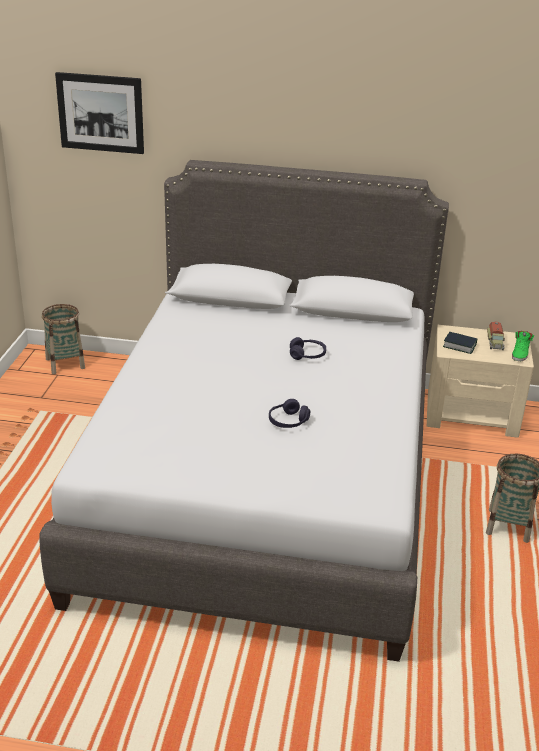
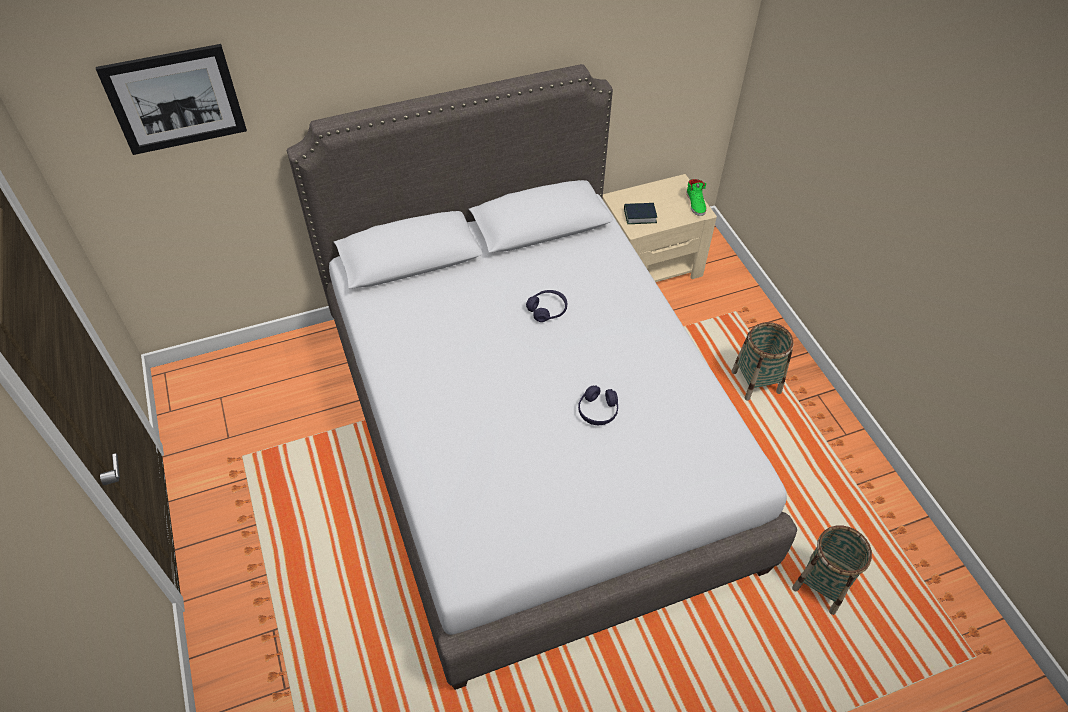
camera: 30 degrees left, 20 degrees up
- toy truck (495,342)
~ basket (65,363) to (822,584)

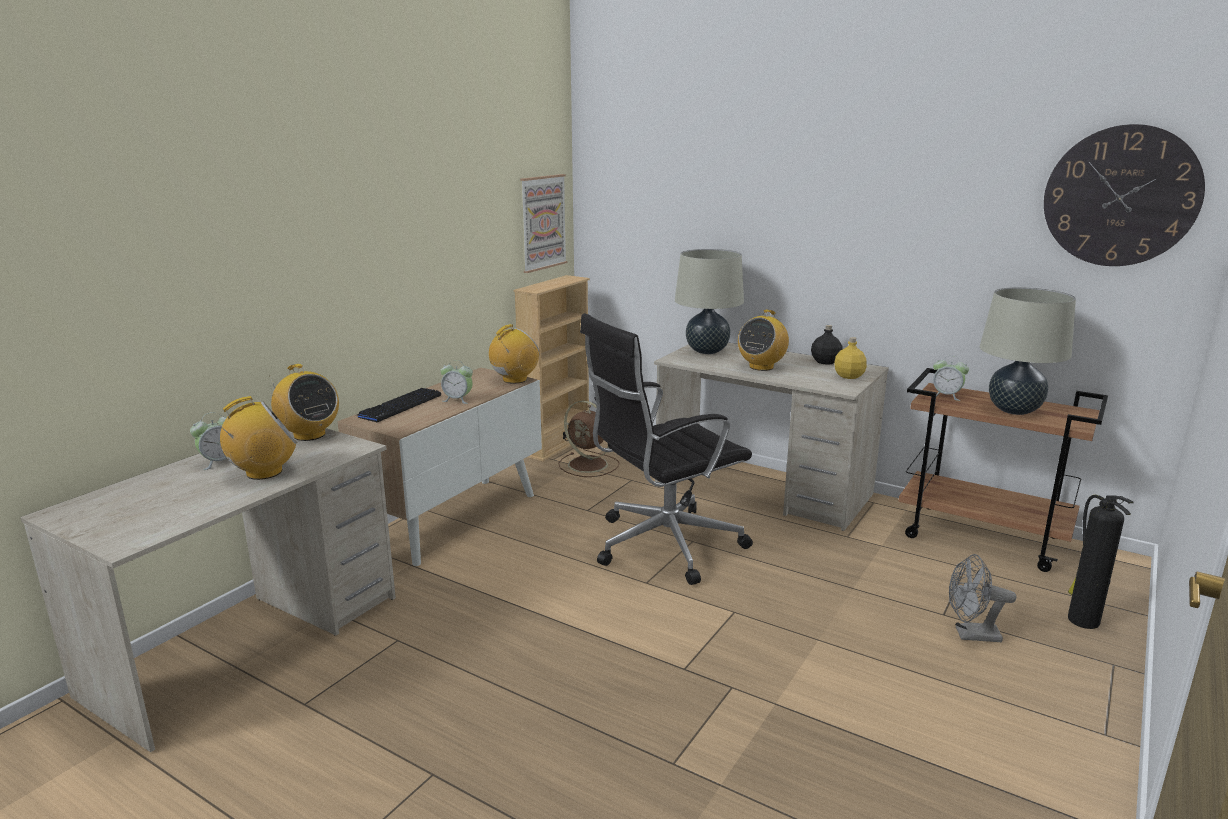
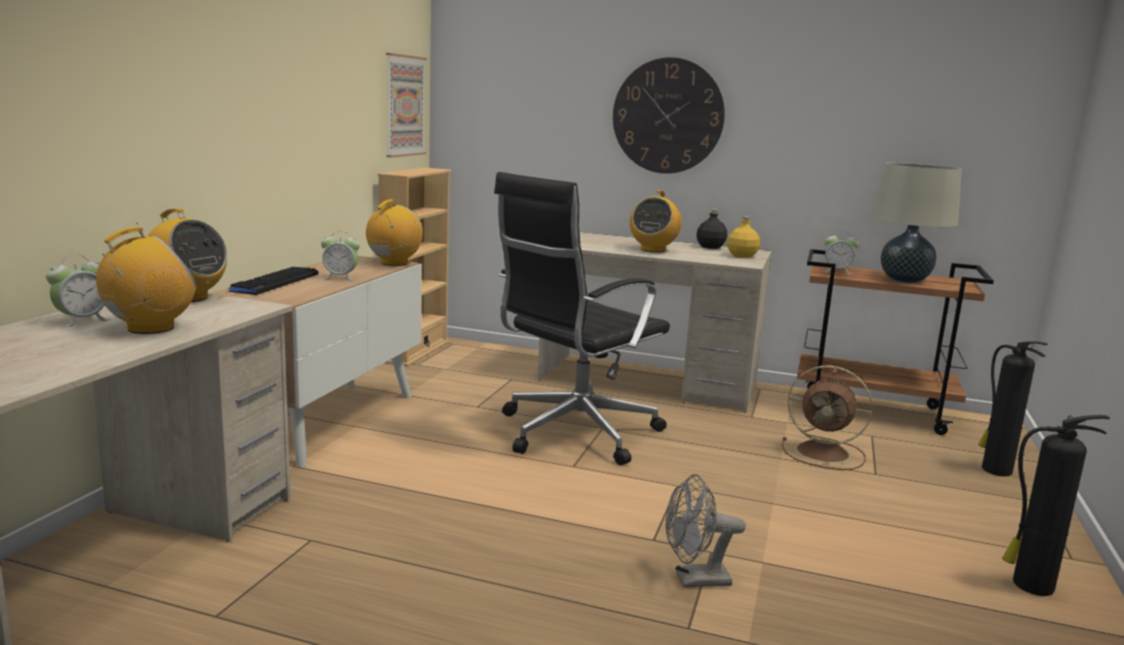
camera: 15 degrees left, 5 degrees down
- table lamp in beige (707,351)
+ fire extinguisher (1030,585)
~ fan in brown (589,465) to (825,453)
~ fan in grey (970,635) to (694,580)
~ wall clock (1120,196) to (668,116)

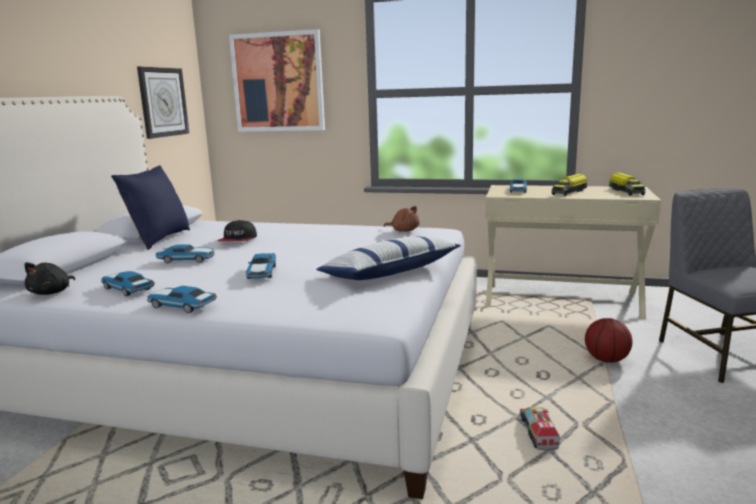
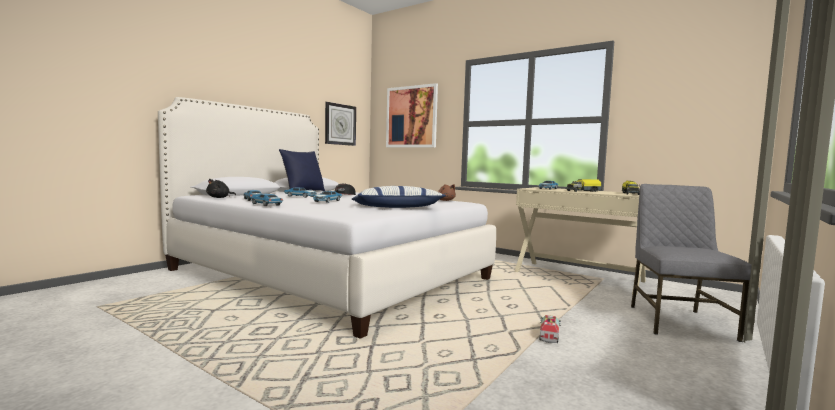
camera: 20 degrees right, 10 degrees down
- basketball (606,360)
~ toy truck (538,433) to (549,334)

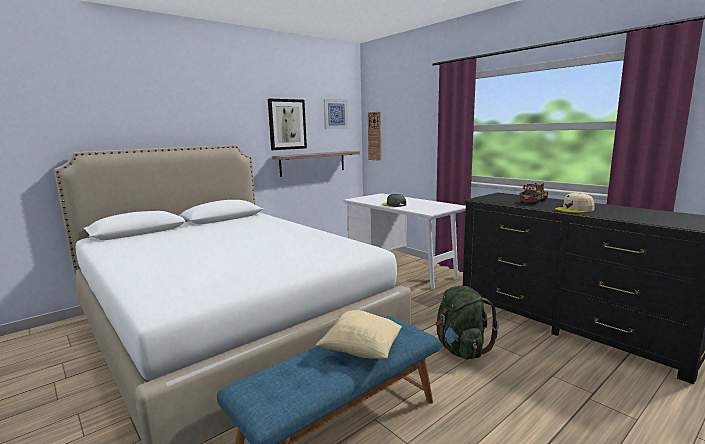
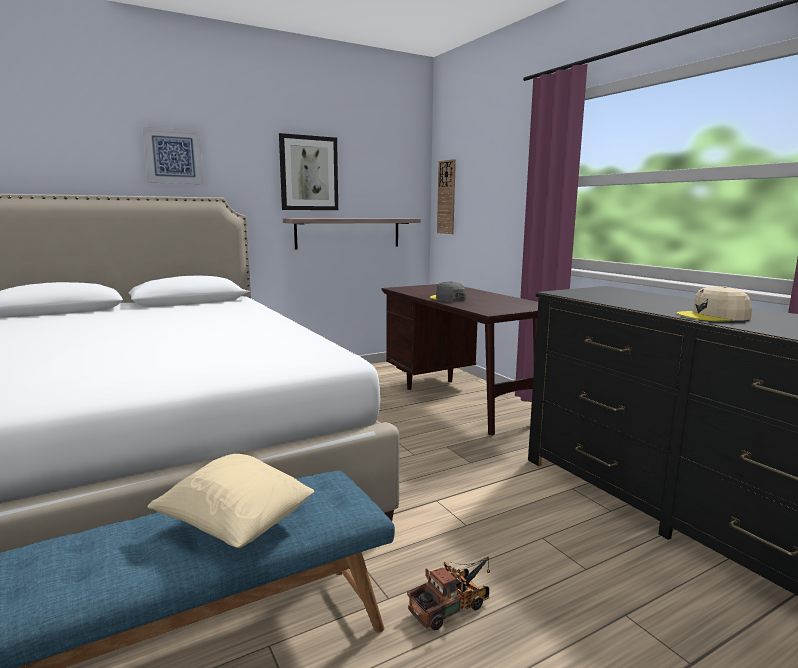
camera: 10 degrees right, 0 degrees up
- backpack in green (461,349)
~ picture (335,114) to (173,156)
~ toy truck (534,201) to (453,606)
~ desk in white (402,269) to desk in brown (461,400)

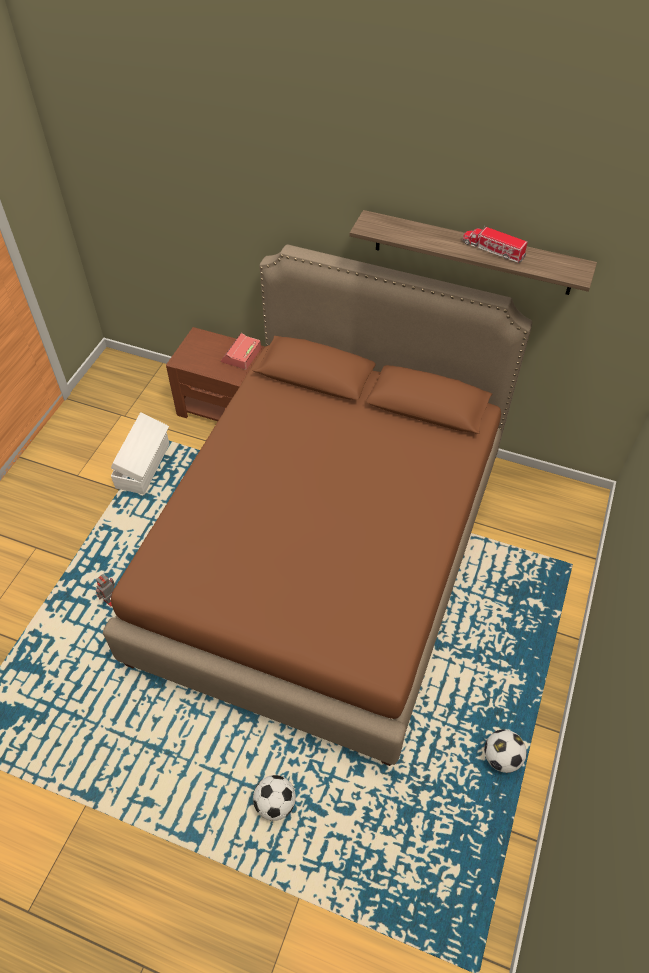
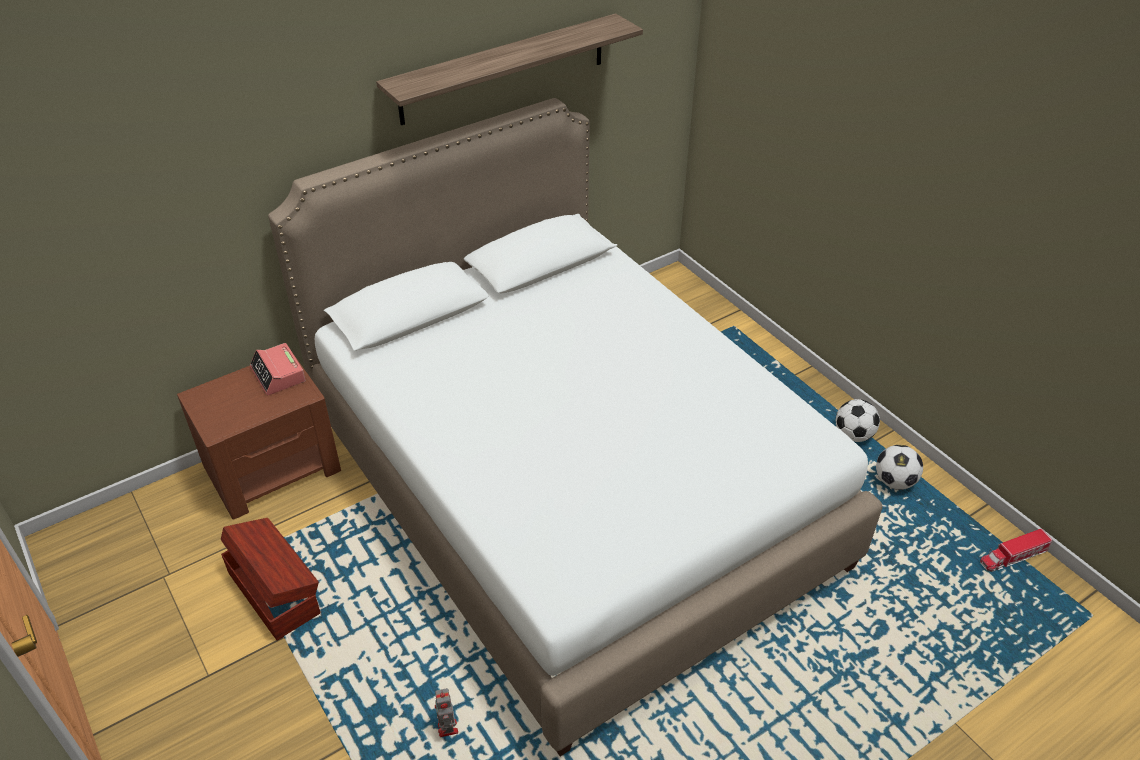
camera: 55 degrees left, 10 degrees down
~ football (275,804) to (853,435)
~ toy truck (493,250) to (1012,557)
~ bed in brown (324,555) to bed in white (569,488)
~ storage box in white (144,466) to storage box in brown (275,591)

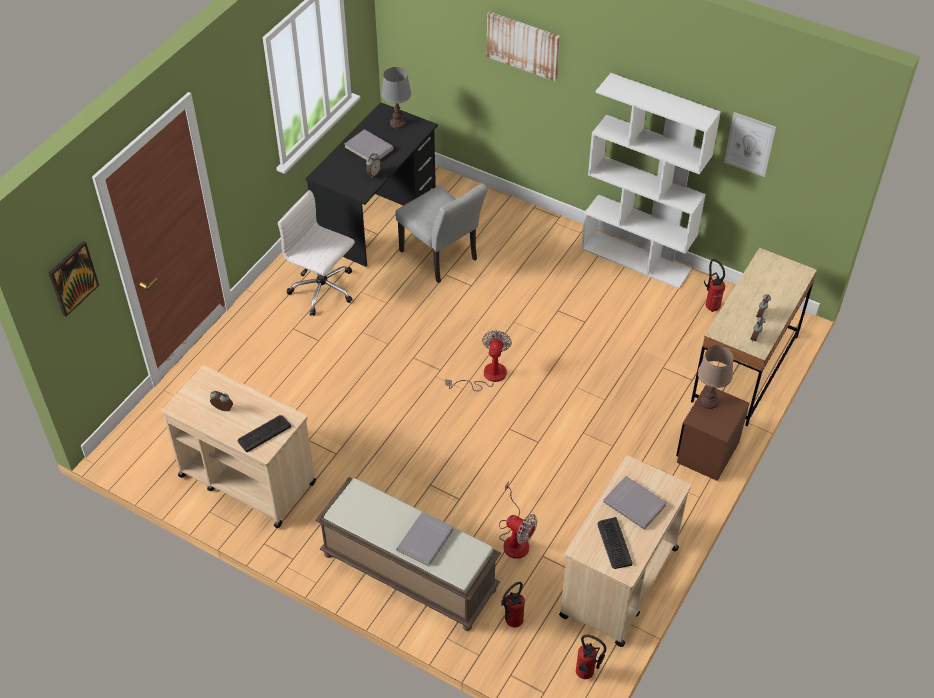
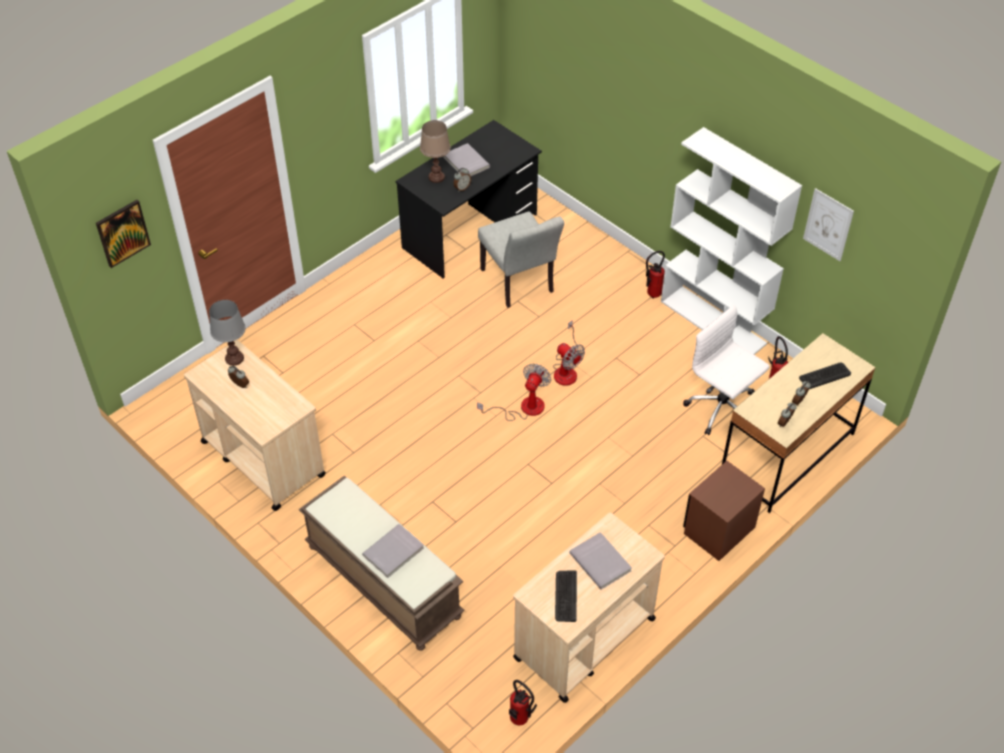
camera: 15 degrees right, 0 degrees up
- picture (523,45)
~ keyboard (264,433) to (824,376)
~ office chair in white (323,290) to (722,409)
~ table lamp in grey (398,123) to (234,358)
~ fan (515,538) to (566,369)
~ fire extinguisher (511,622) to (651,294)
~ table lamp in brown (708,401) to (436,177)

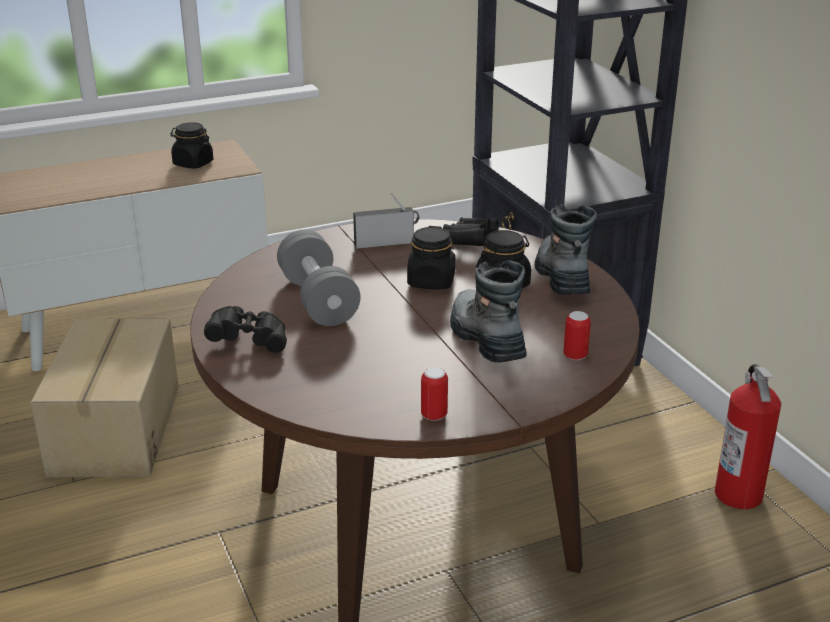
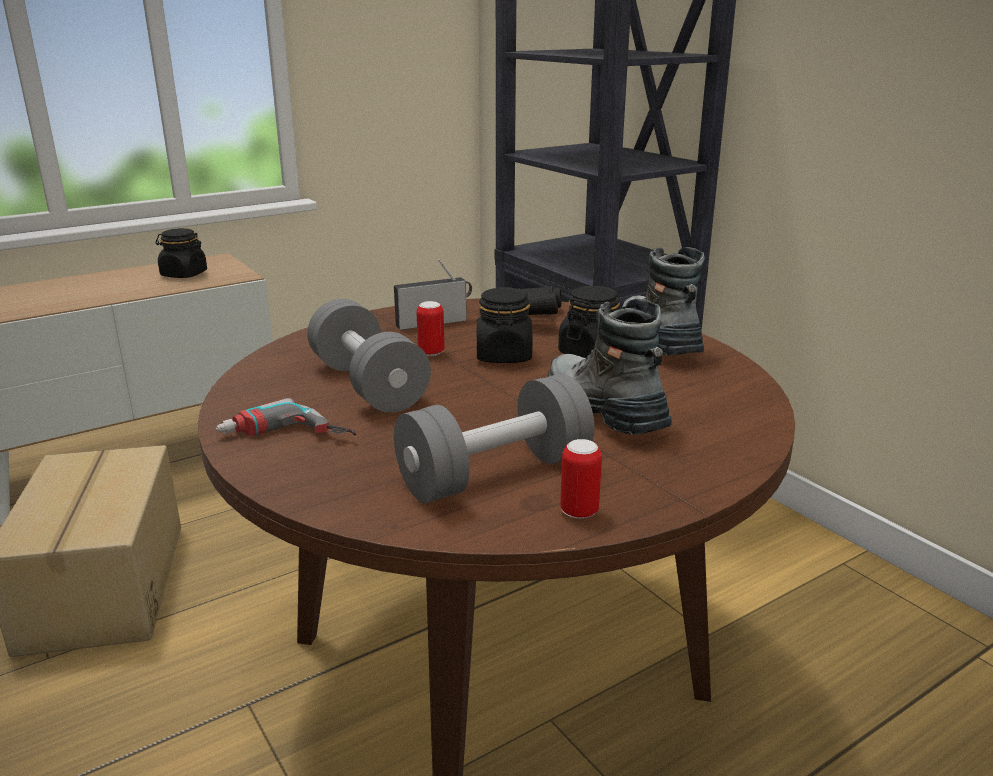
camera: 10 degrees left, 5 degrees down
- fire extinguisher (739,494)
+ dumbbell in grey (495,473)
~ can (575,356) to (431,353)
~ binoculars in black (249,341) to power drill (285,439)

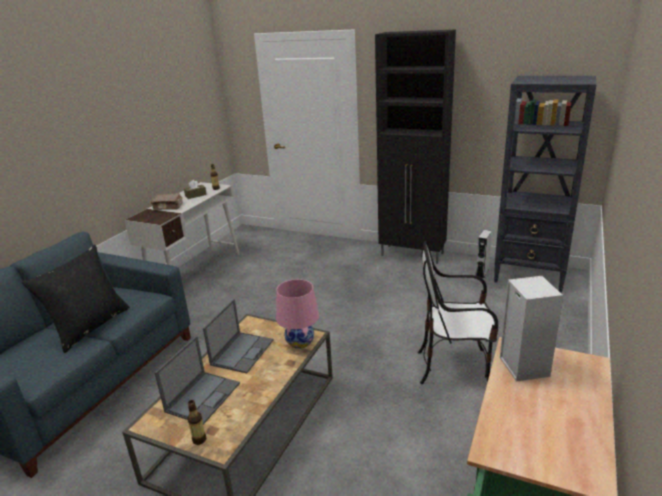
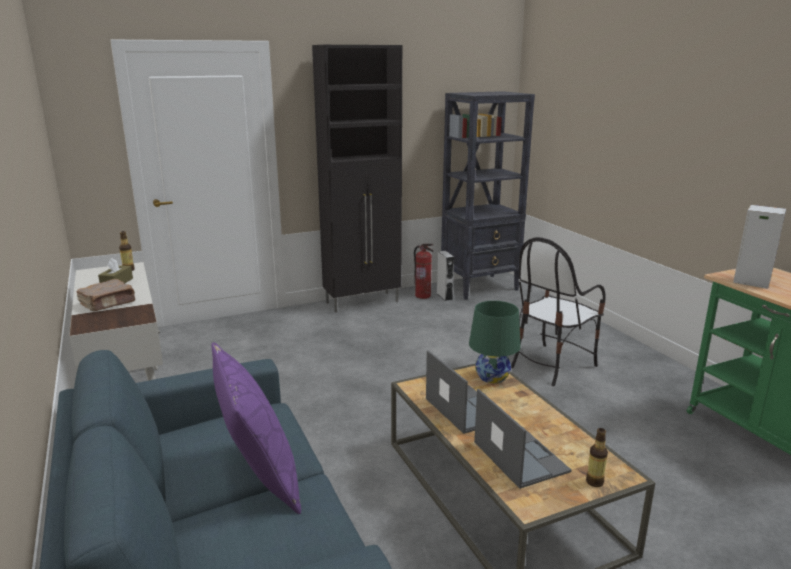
camera: 50 degrees left, 5 degrees down
+ fire extinguisher (423,296)
~ pillow in black (89,326) to pillow in purple (259,476)
~ table lamp in pink (300,342) to table lamp in green (492,377)

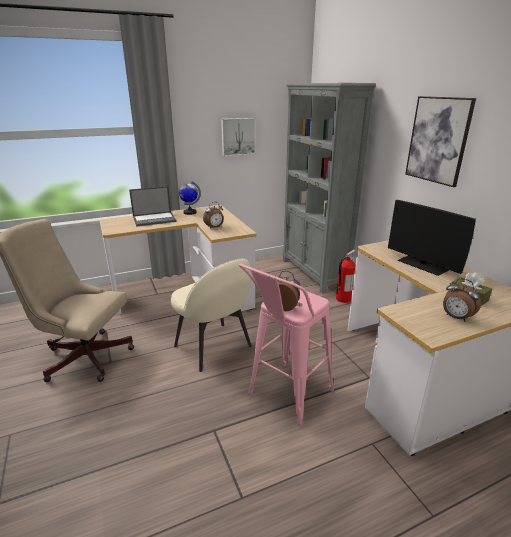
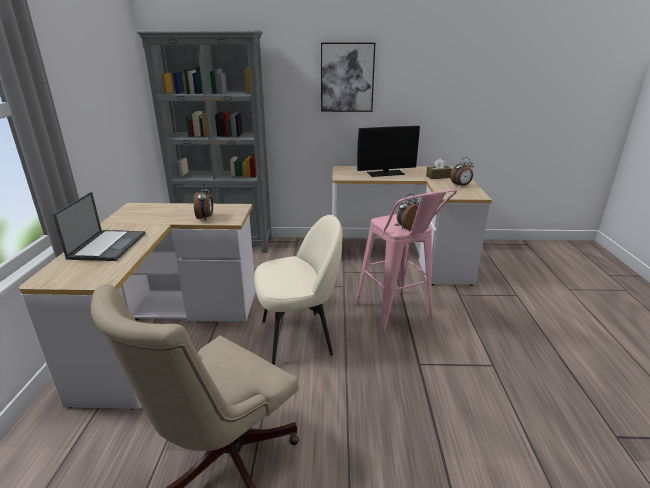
camera: 65 degrees left, 0 degrees up
- globe (189,212)
- picture (238,136)
- fire extinguisher (343,299)

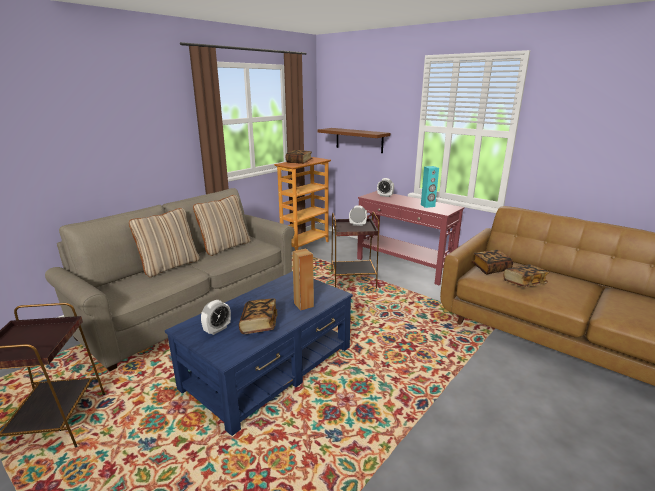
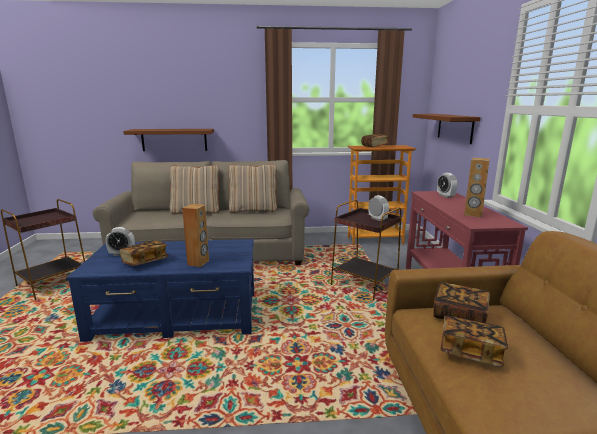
camera: 45 degrees right, 5 degrees down
+ shelf in brown (174,140)
~ speaker in turquoise (428,206) to speaker in brown (473,214)

